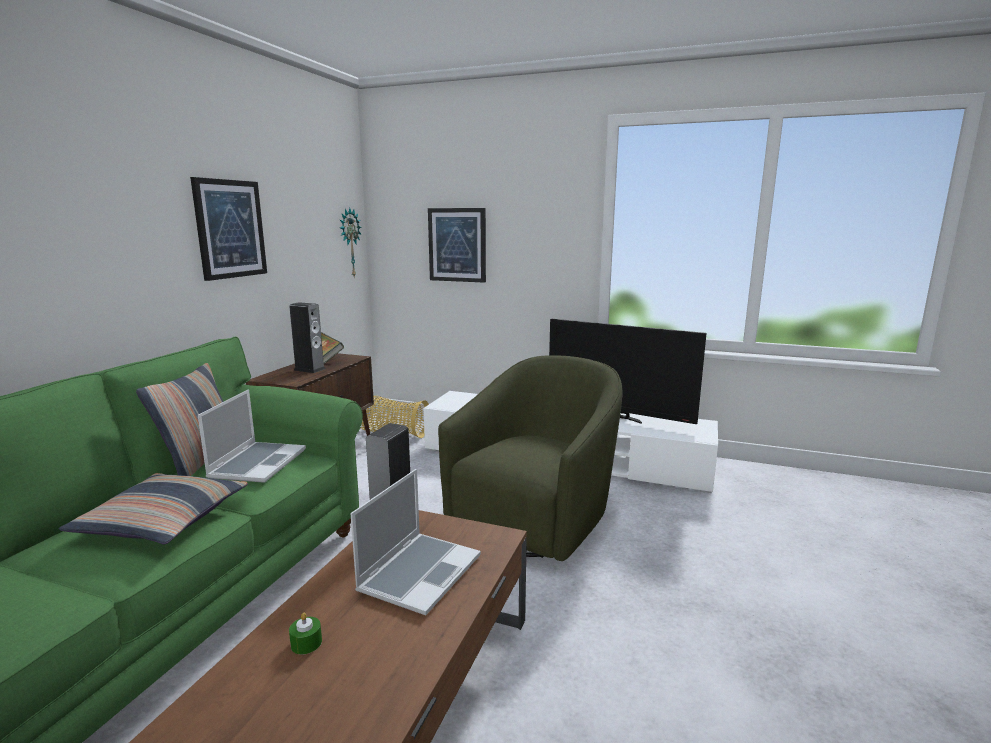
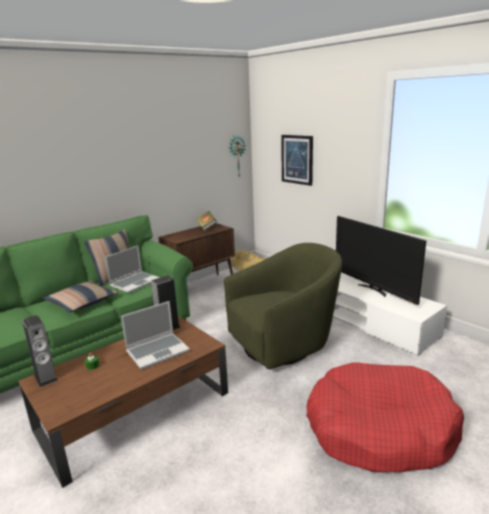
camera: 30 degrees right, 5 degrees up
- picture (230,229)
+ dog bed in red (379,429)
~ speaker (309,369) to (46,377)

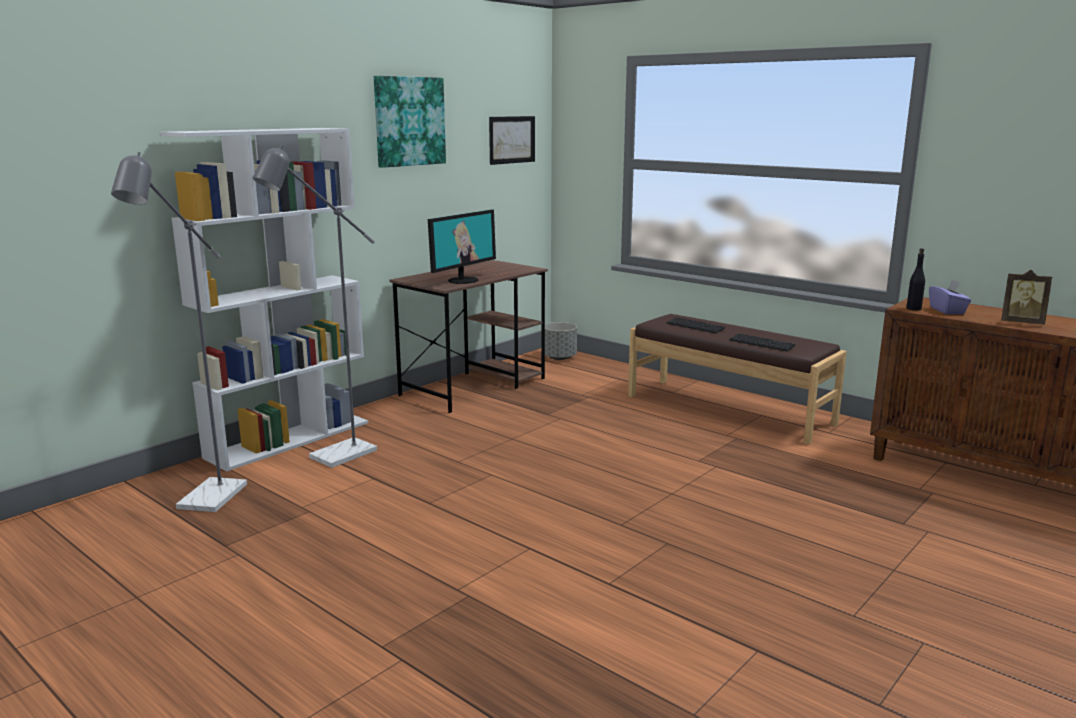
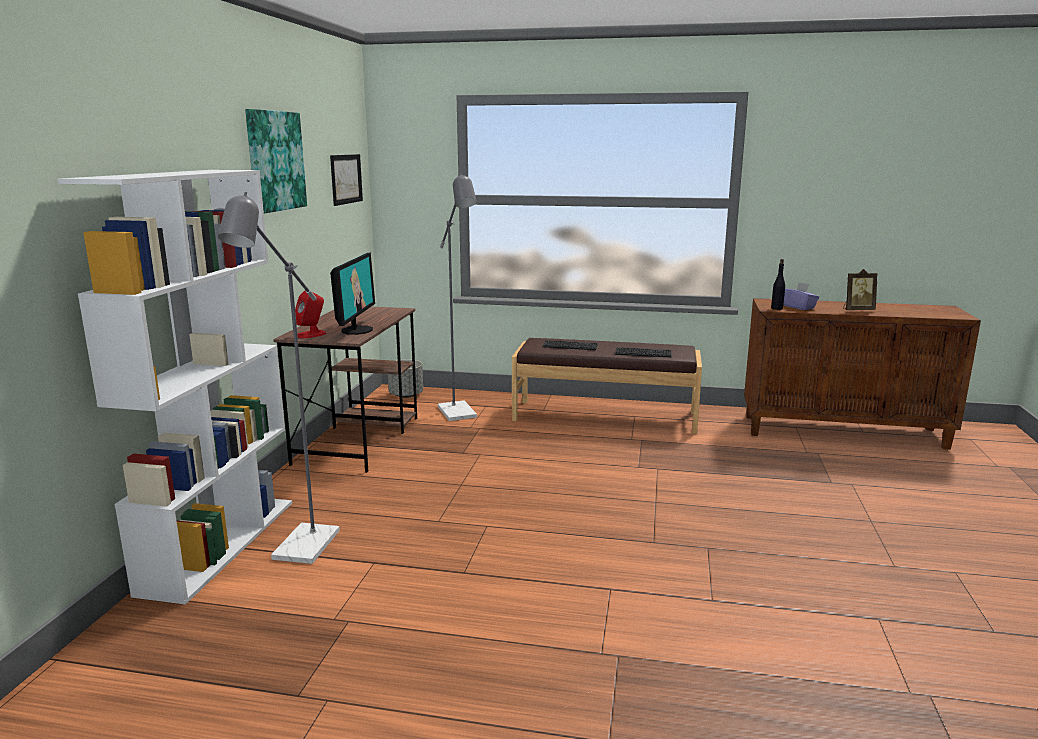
camera: 30 degrees left, 0 degrees up
+ speaker in red (311,334)
~ floor lamp in grey (206,502) to (459,415)

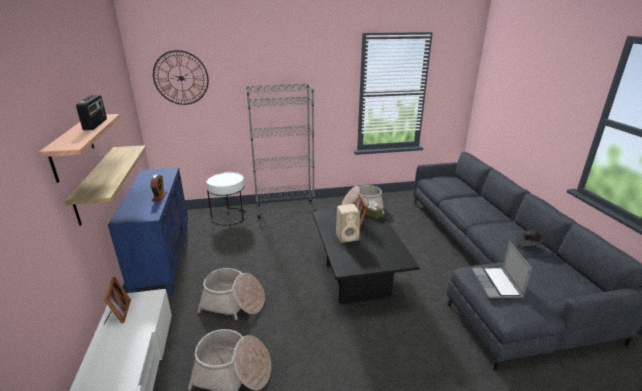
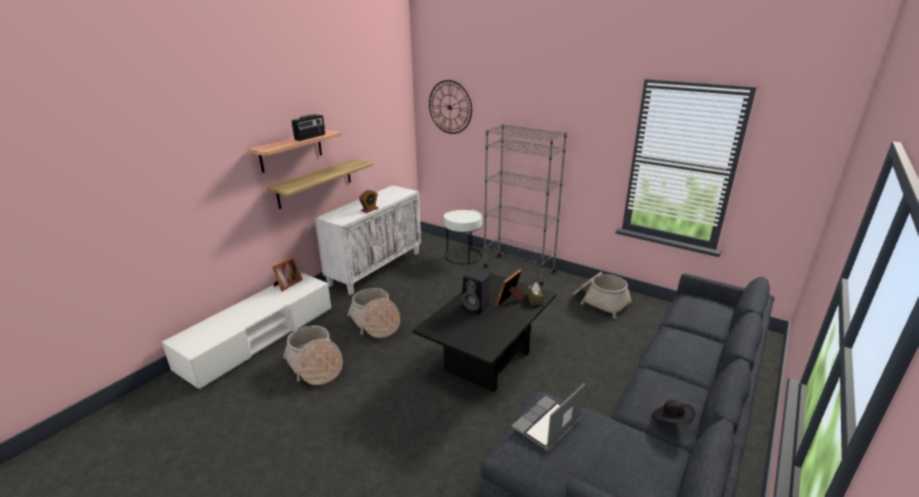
camera: 45 degrees right, 0 degrees up
~ cabinet in blue (163,259) to cabinet in white (376,268)
~ speaker in beige (348,237) to speaker in black (476,306)

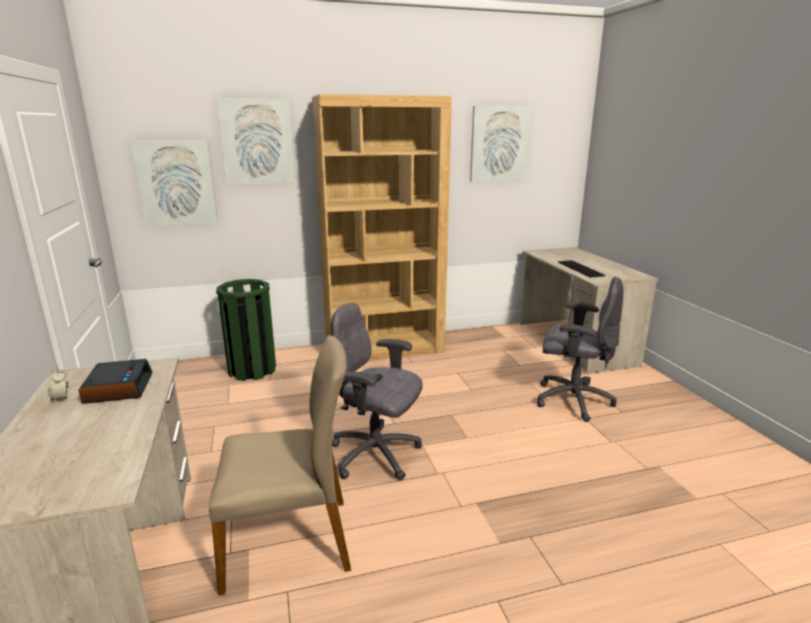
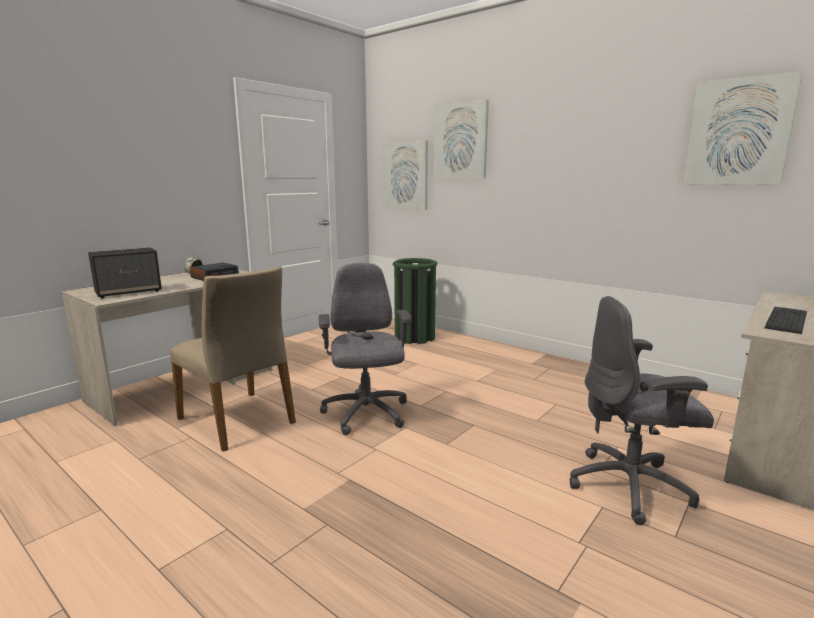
camera: 55 degrees right, 5 degrees down
- bookcase in brown (385,349)
+ speaker (129,292)
~ office chair in grey (571,400) = (631,486) 105 degrees clockwise

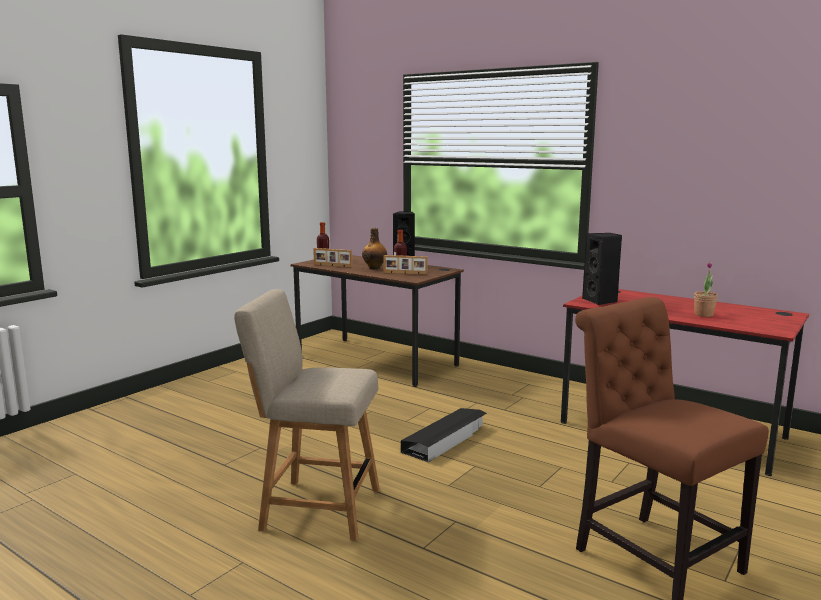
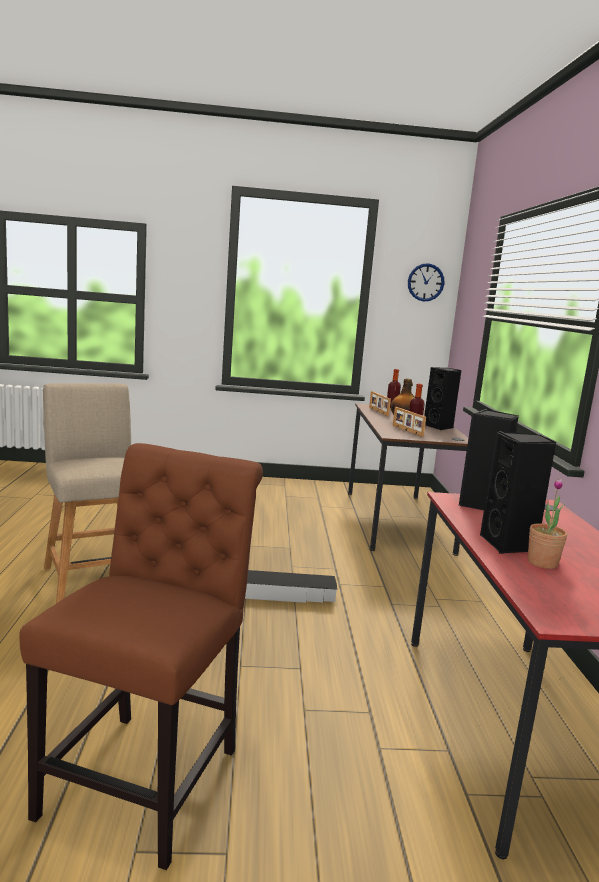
camera: 50 degrees right, 0 degrees up
+ wall clock (425,282)
+ speaker in black (509,545)

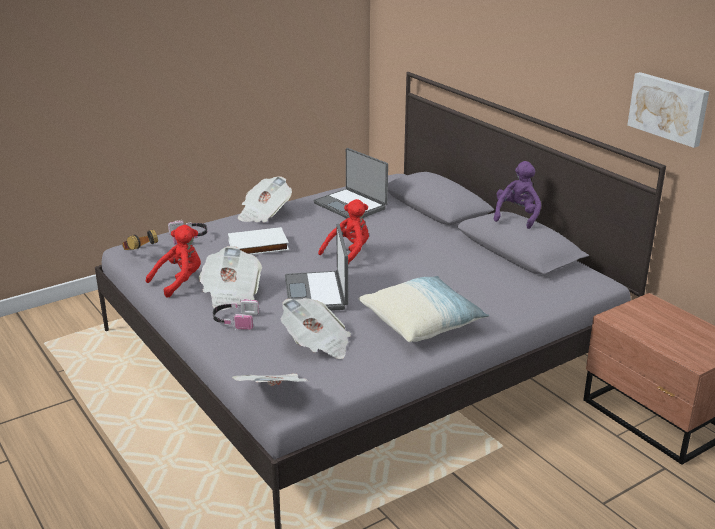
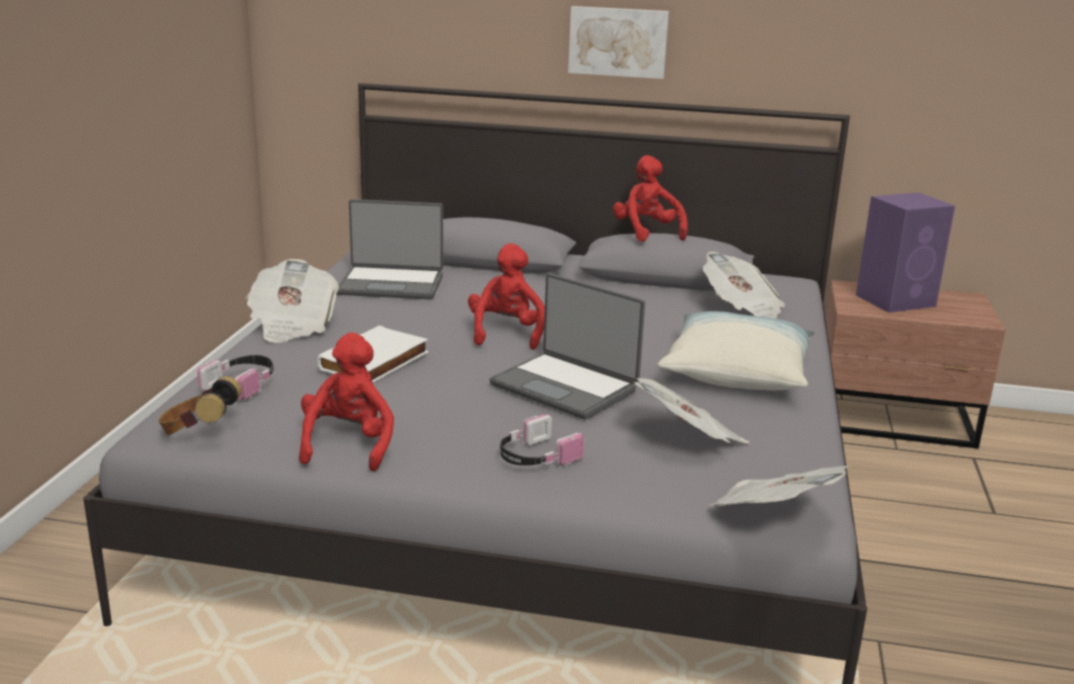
camera: 45 degrees left, 5 degrees down
+ speaker in purple (897,300)
~ newspaper (231,294) to (742,310)
~ picture (669,108) to (618,41)
~ plush toy in purple (517,216) to plush toy in red (647,233)

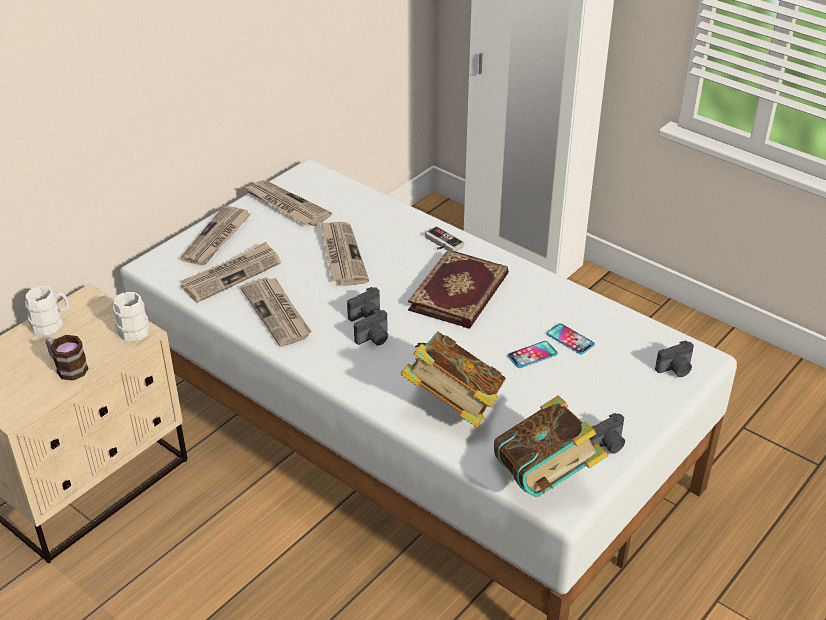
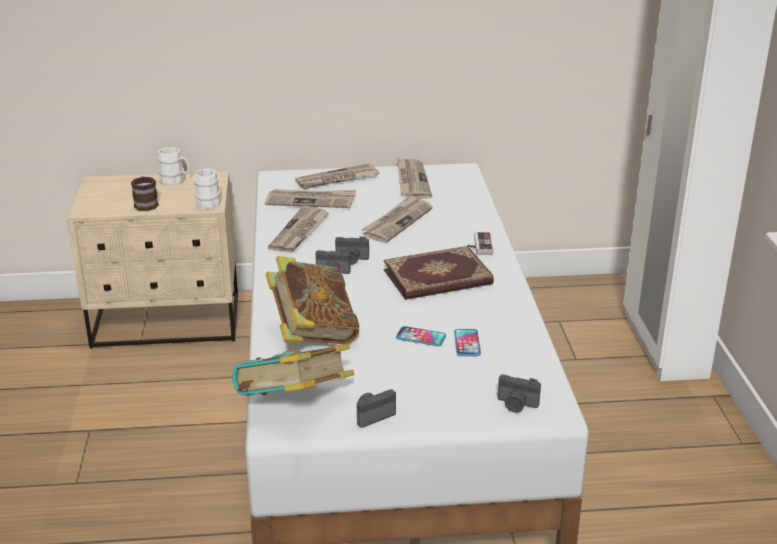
camera: 45 degrees right, 10 degrees down
~ photo camera (607,445) = (373,415) 135 degrees clockwise

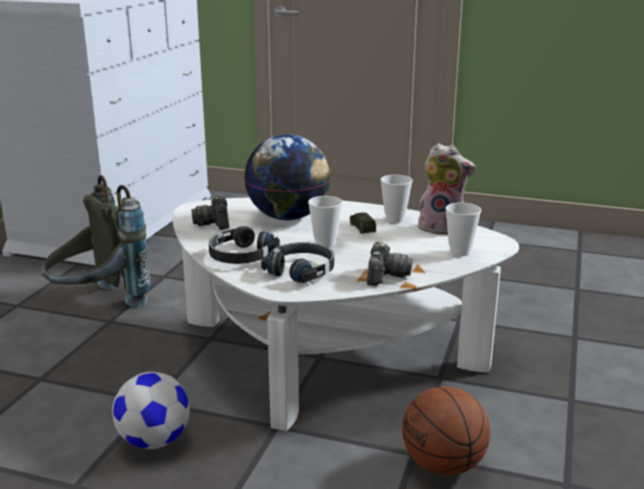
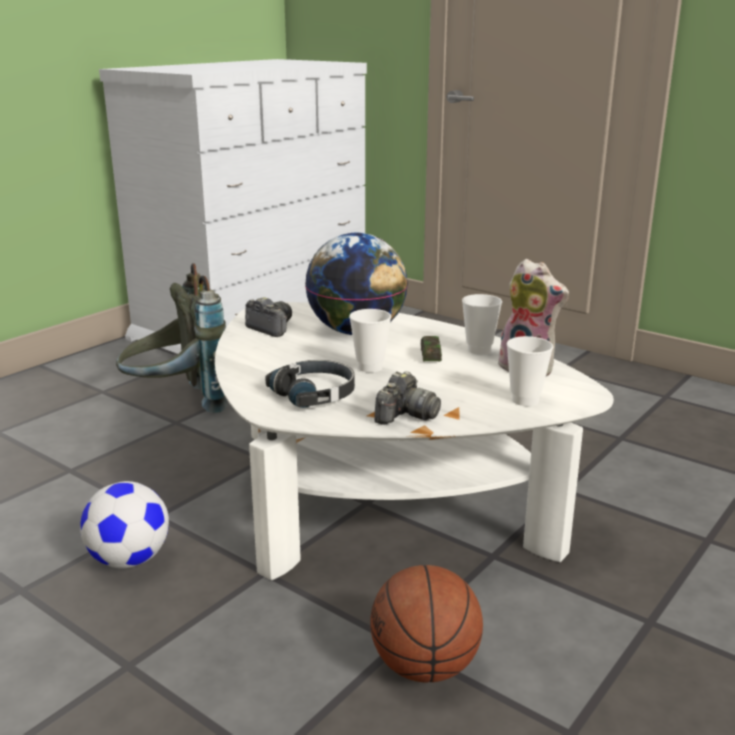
camera: 20 degrees right, 0 degrees up
- headphones in black (241,256)
~ photo camera (214,223) = (271,328) 120 degrees clockwise

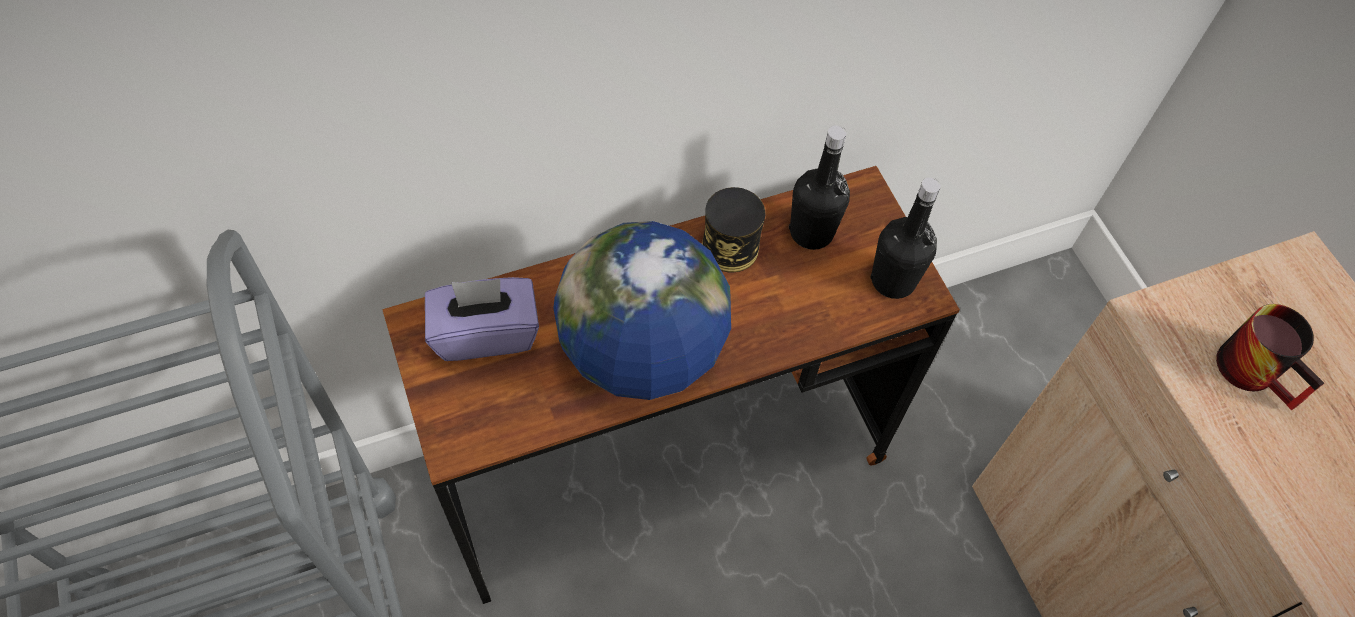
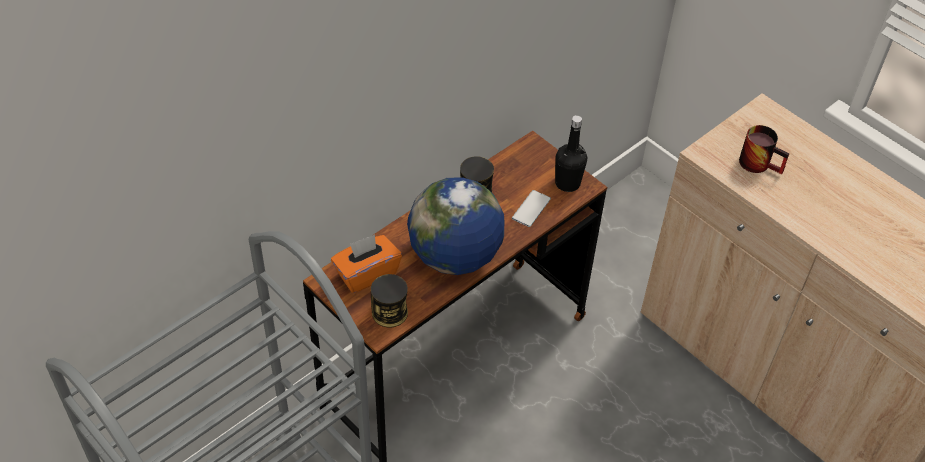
camera: 20 degrees left, 10 degrees down
- bottle in black (811,232)
+ can (389,312)
+ phone (531,209)
~ tissue box in purple (485,333) to tissue box in orange (366,274)

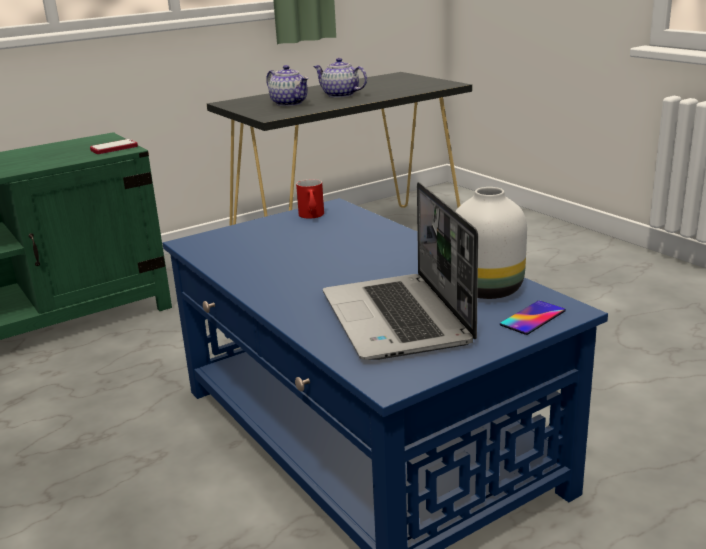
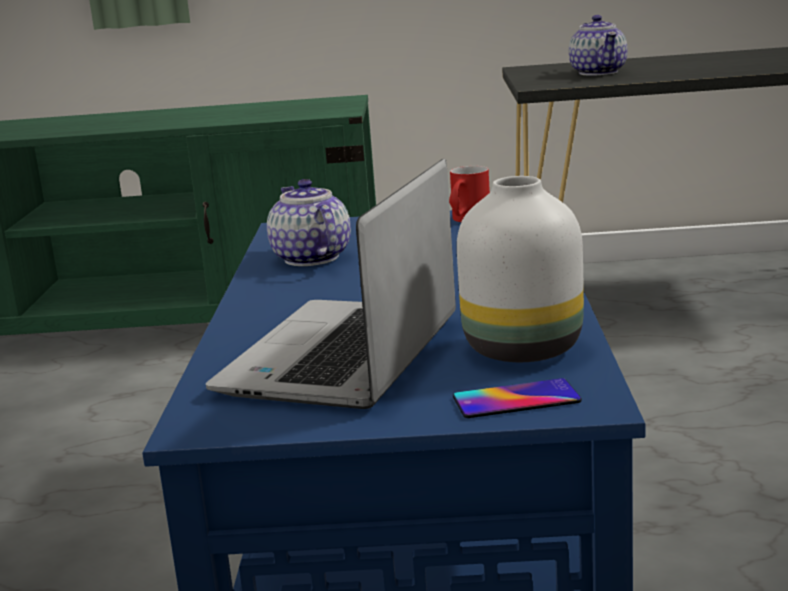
camera: 35 degrees right, 5 degrees down
- phone (114,148)
~ teapot (340,95) to (311,258)

